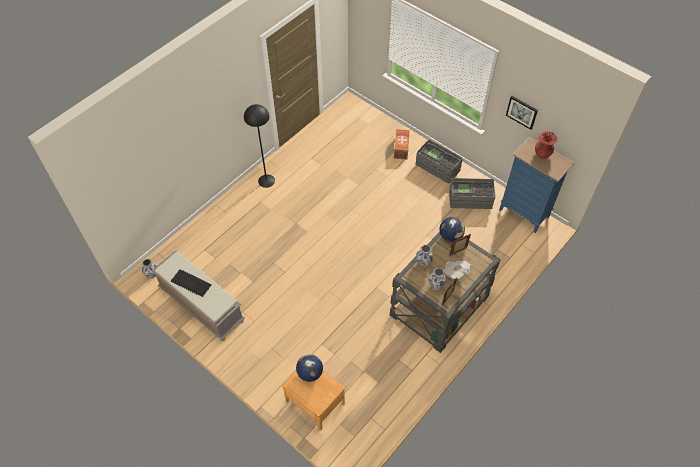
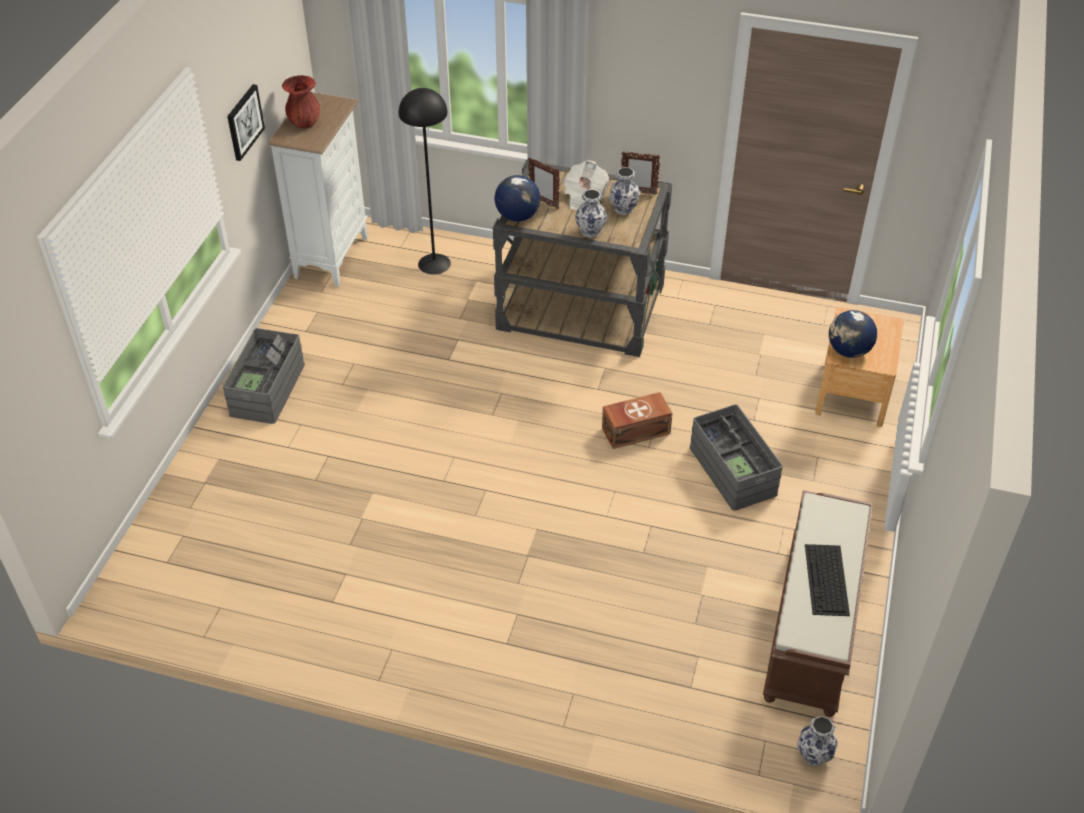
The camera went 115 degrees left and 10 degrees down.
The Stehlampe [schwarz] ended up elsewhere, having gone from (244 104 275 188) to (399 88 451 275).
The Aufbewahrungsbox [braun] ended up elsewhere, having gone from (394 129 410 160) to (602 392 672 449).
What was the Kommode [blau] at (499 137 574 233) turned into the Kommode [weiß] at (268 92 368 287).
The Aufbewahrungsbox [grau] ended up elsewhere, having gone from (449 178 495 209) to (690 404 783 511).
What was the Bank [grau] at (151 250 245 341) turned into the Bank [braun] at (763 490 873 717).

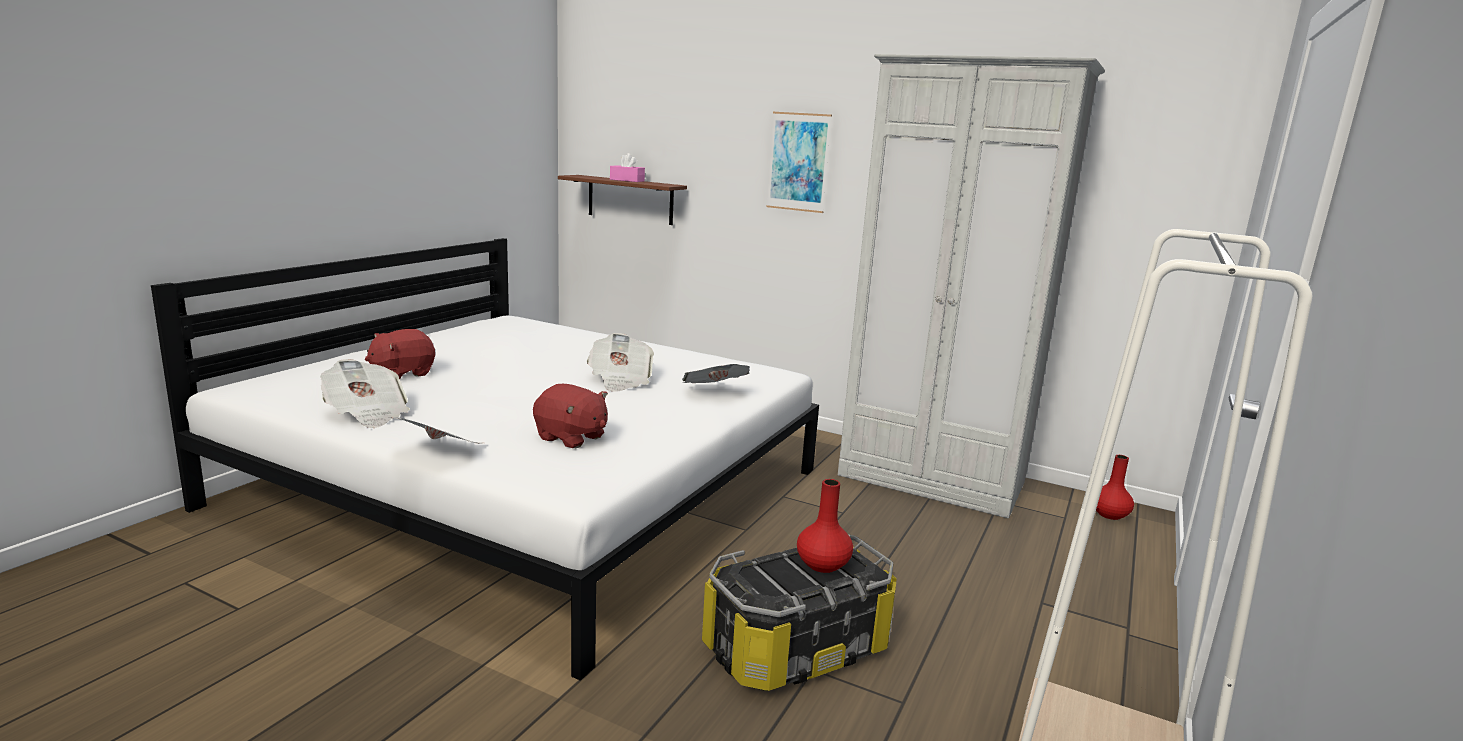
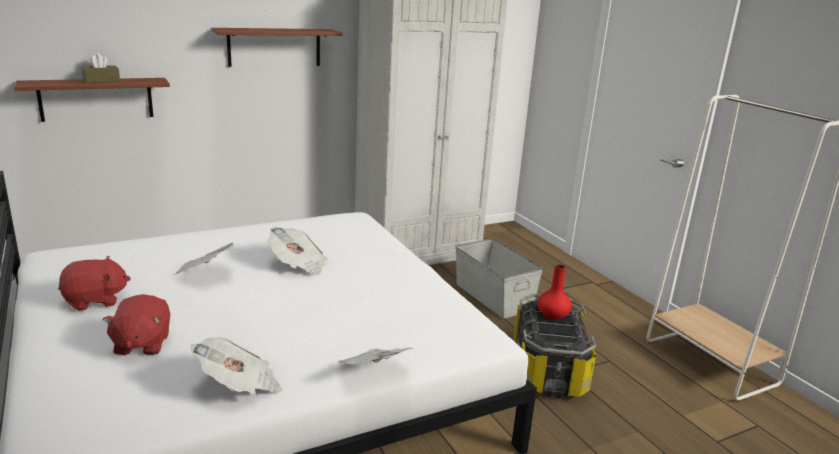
The camera went 55 degrees left and 5 degrees up.
Where the Bild hung at (767 112 832 213), the Wandregal [braun] came to hang at (212 28 343 67).
What was the Taschentuchbox [rosa] at (610 153 645 182) turned into the Taschentuchbox [braun] at (81 53 120 83).
The Zeitung ended up elsewhere, having gone from (682 364 750 383) to (174 242 234 275).
The Plüschtier [rot] ended up elsewhere, having gone from (533 384 608 448) to (58 256 131 311).
The second view lost the Vase [rot] at (1096 455 1134 520).
The second view gained the Aufbewahrungsbox [grau] at (455 239 543 319).

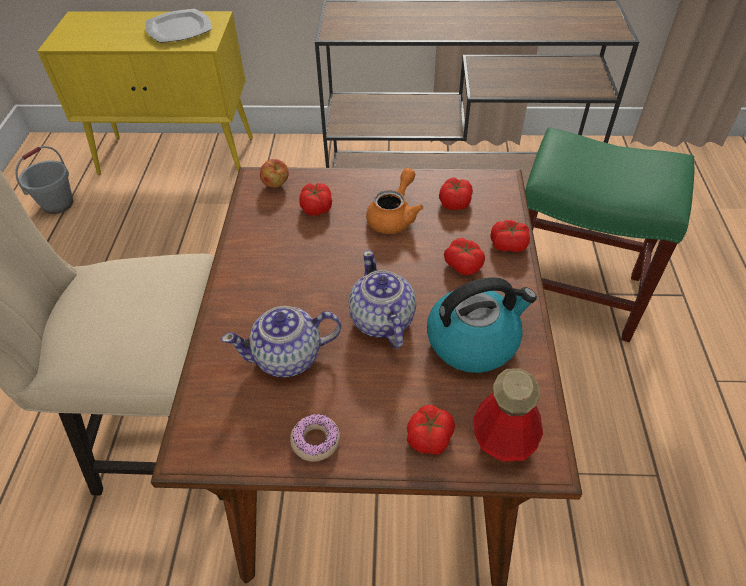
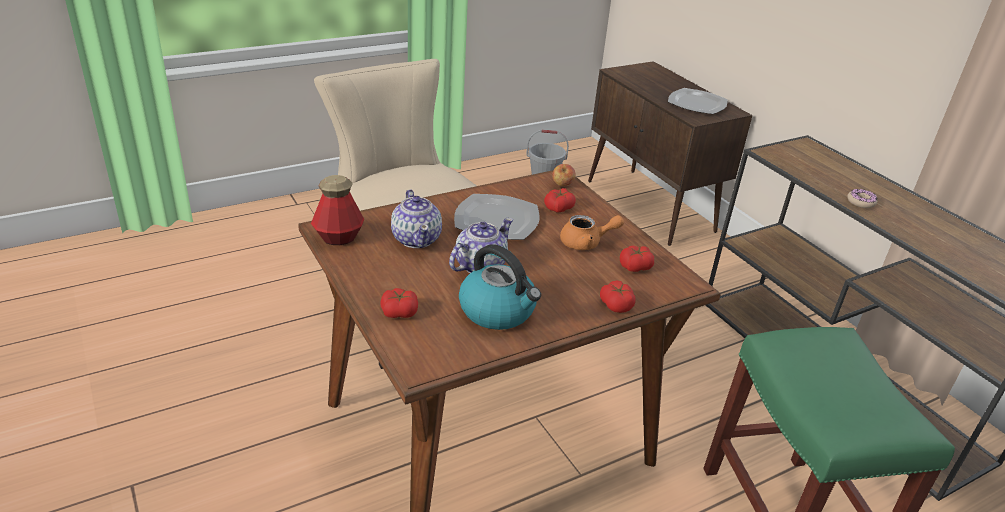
The camera went 55 degrees right and 15 degrees down.
What was the Schrank [gelb] at (37 11 253 175) turned into the Schrank [braun] at (588 61 752 246).
The second view lost the Tomate at (444 238 485 275).
The Teekanne at (221 306 342 378) ended up facing another way, 150 degrees counterclockwise from before.
The Flasche ended up elsewhere, having gone from (474 368 543 462) to (311 175 364 245).
The Donut ended up elsewhere, having gone from (290 414 340 462) to (847 189 878 208).
The second view gained the Teller at (454 194 539 240).

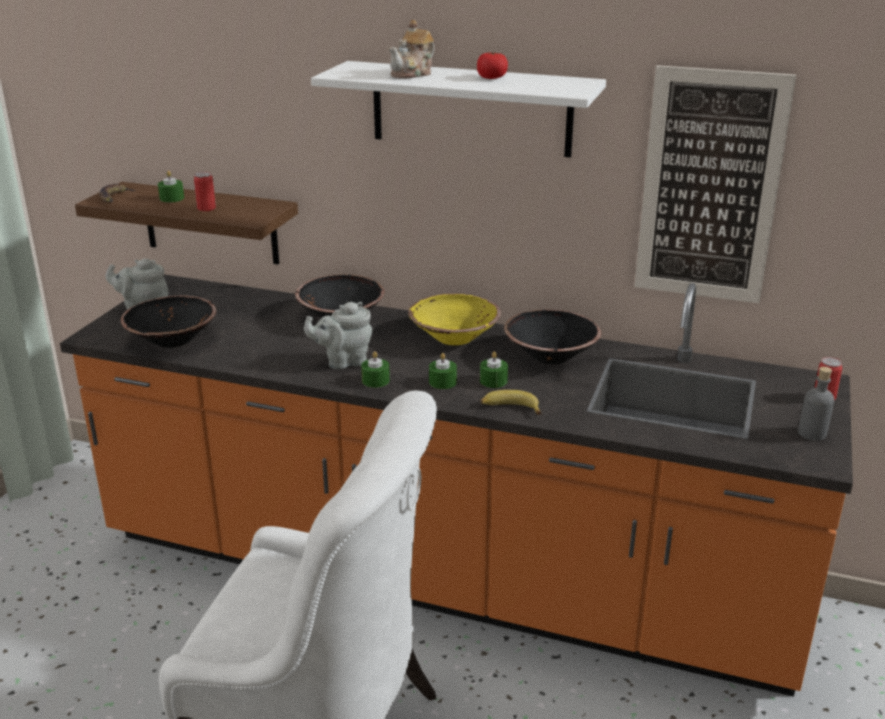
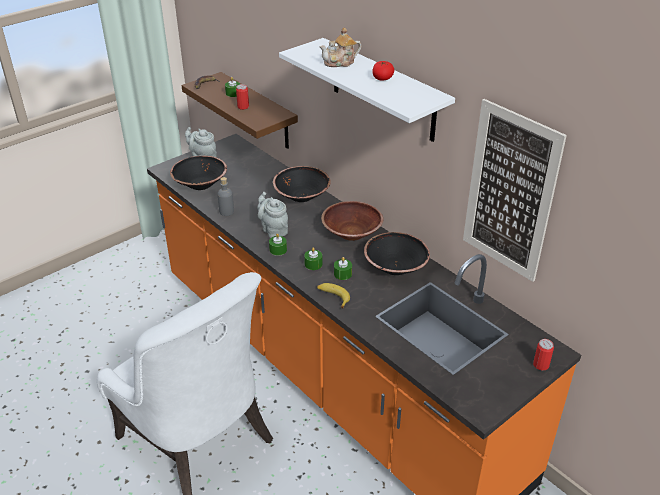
The camera went 30 degrees right and 10 degrees up.
What was the Schüssel [gelb] at (408 293 501 345) turned into the Schüssel [braun] at (321 201 384 241).
The Teekanne [grau] at (304 302 372 369) ended up facing another way, 45 degrees clockwise from before.
The Flasche [grau] ended up elsewhere, having gone from (798 367 834 441) to (218 177 234 216).

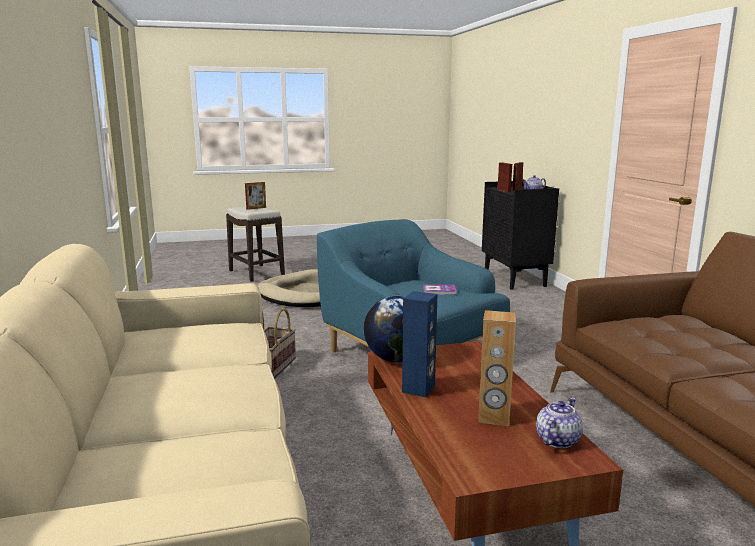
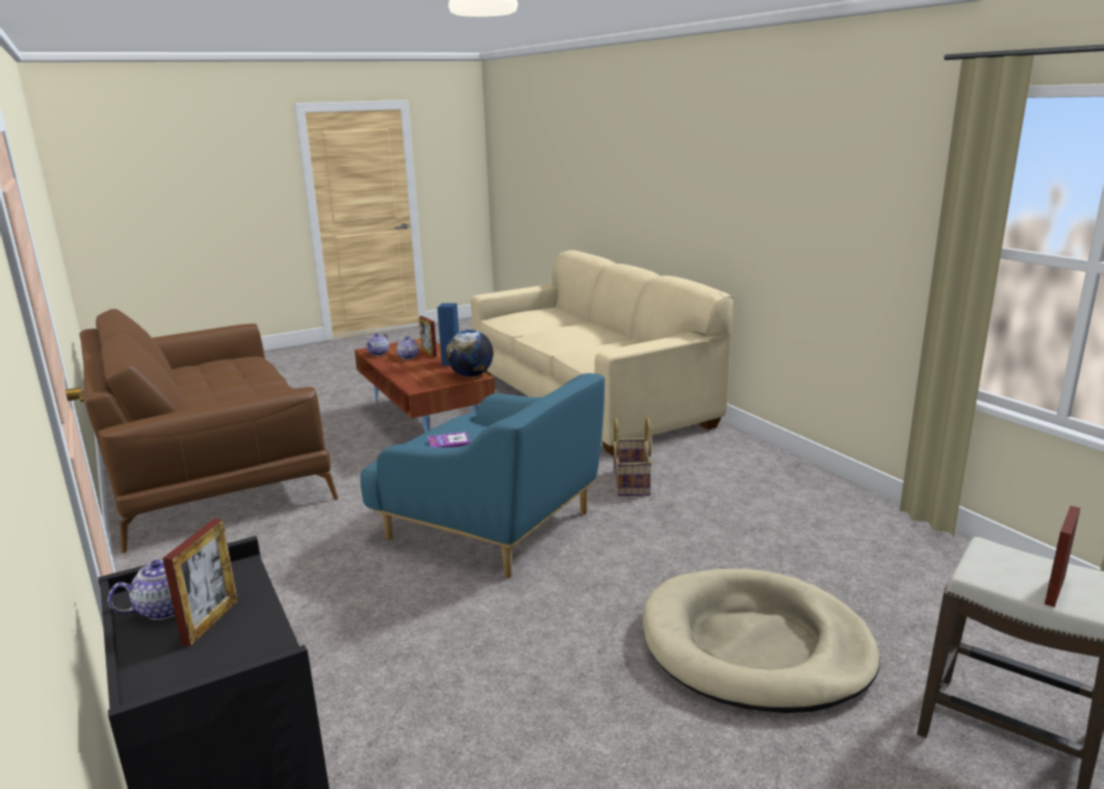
The camera went 165 degrees right and 5 degrees up.
The Bilderrahmen ended up elsewhere, having gone from (497 162 512 192) to (419 316 437 357).
Where the Lautsprecher [braun] stood at (478 310 516 426), the Teekanne came to stand at (397 336 419 359).

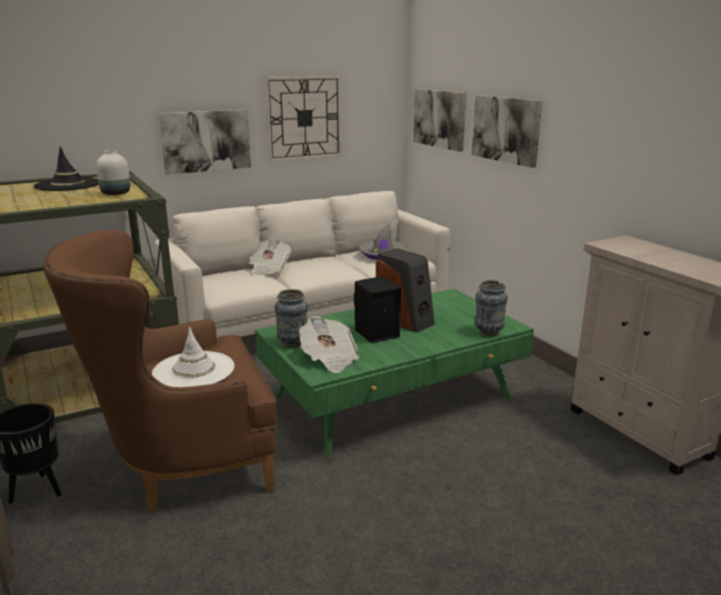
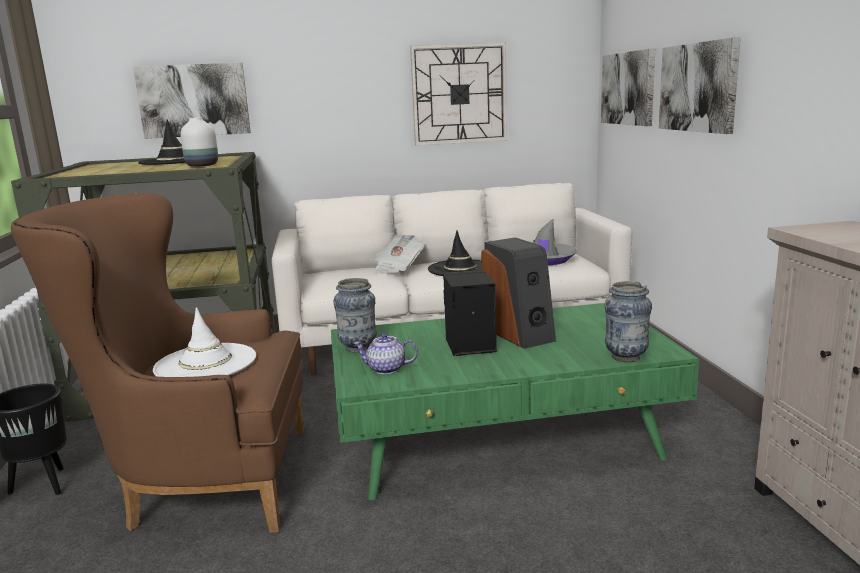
The camera went 20 degrees right and 5 degrees down.
The Bild ended up elsewhere, having gone from (159 109 251 175) to (133 63 251 139).
Where the Zeitung stood at (299 316 360 373), the Teekanne came to stand at (353 333 418 374).
The second view gained the Hut [schwarz] at (428 230 482 276).

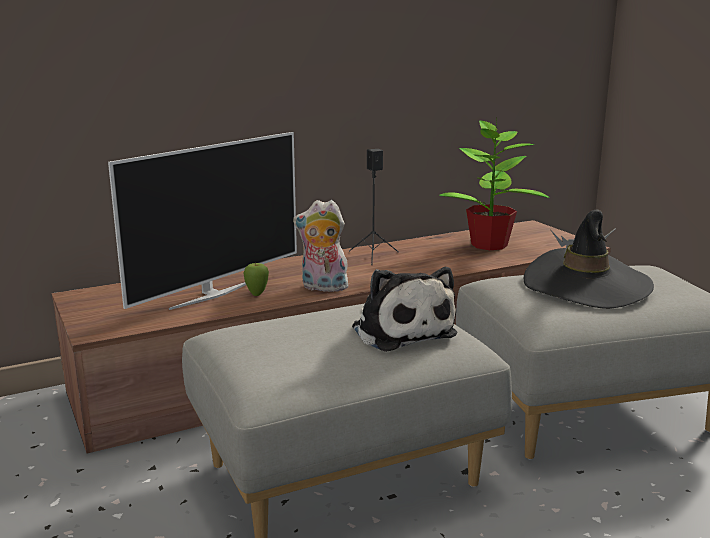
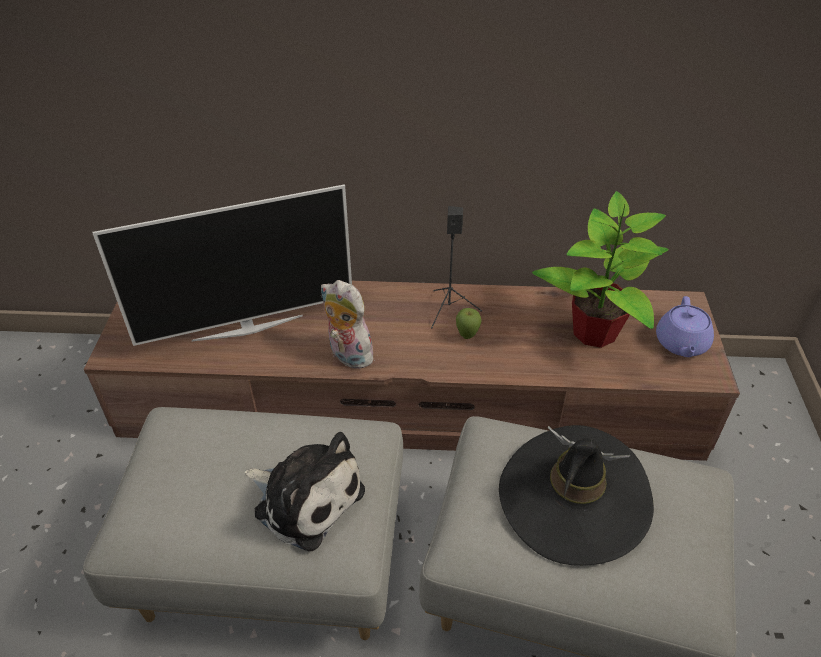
The camera went 30 degrees right and 25 degrees up.
The Apfel ended up elsewhere, having gone from (243 263 269 296) to (456 308 481 339).
The Plüschtier at (352 267 458 352) ended up facing another way, 60 degrees counterclockwise from before.
The second view gained the Teekanne [lila] at (656 296 714 357).

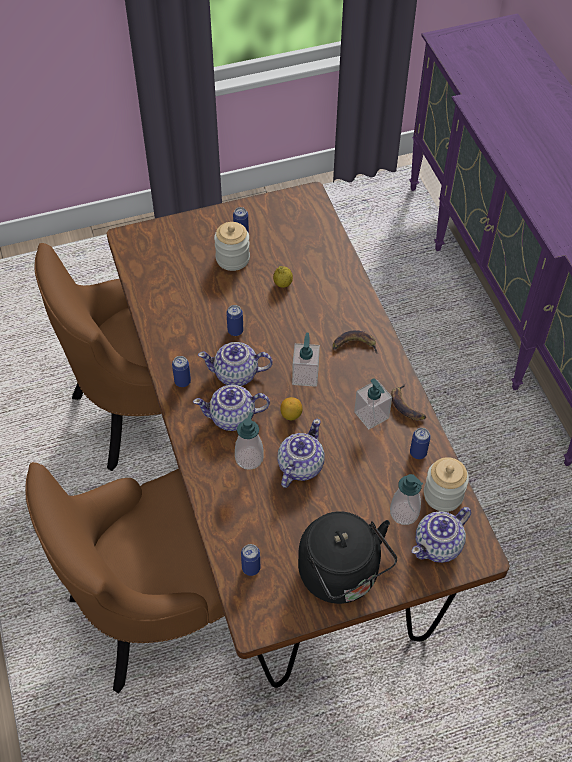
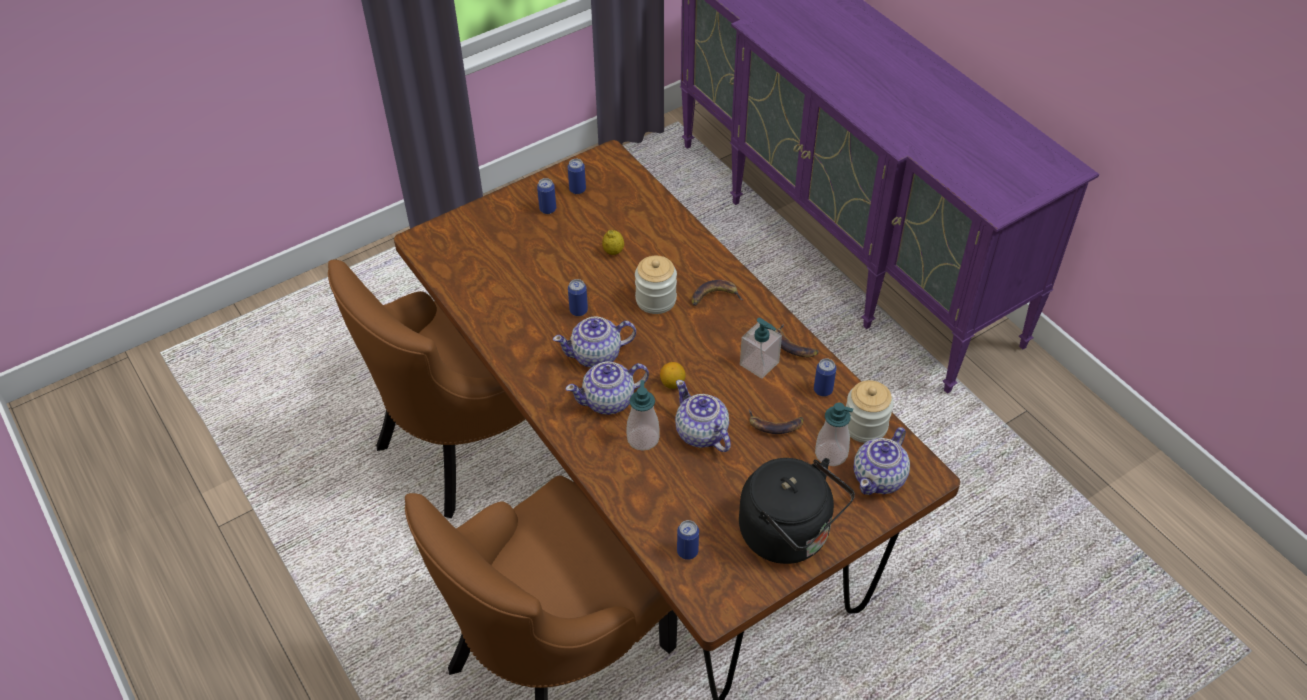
The camera went 15 degrees left and 5 degrees down.
The Vorratsglas ended up elsewhere, having gone from (214 222 250 271) to (635 256 677 314).
The second view lost the Seifenspender at (292 333 320 387).
The Dose ended up elsewhere, having gone from (172 356 191 387) to (568 159 586 194).
The Teekanne at (277 419 325 488) ended up facing another way, 45 degrees counterclockwise from before.
The second view gained the Banane at (749 410 804 434).

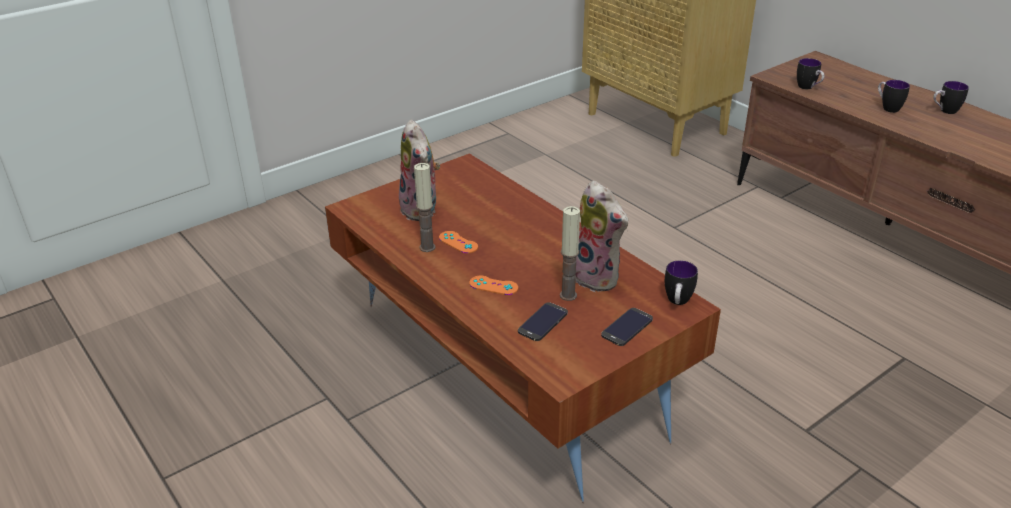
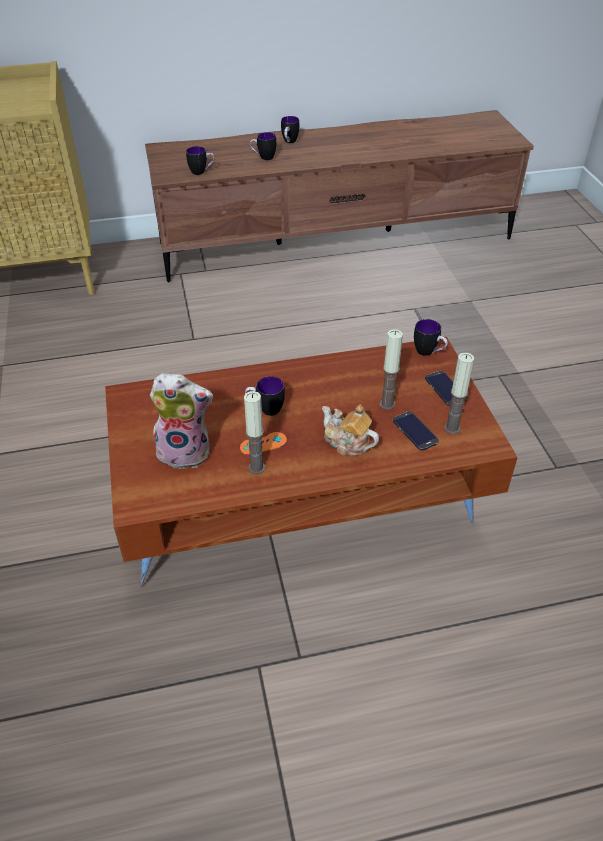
The camera went 65 degrees left and 10 degrees up.
The second view lost the Plüschtier at (575 181 628 292).
Where the Gamepad [orange] stood at (470 276 518 295), the Teekanne came to stand at (322 405 379 456).
The second view gained the Kerze at (444 353 474 434).
The second view gained the Henkelbecher at (245 376 285 416).

